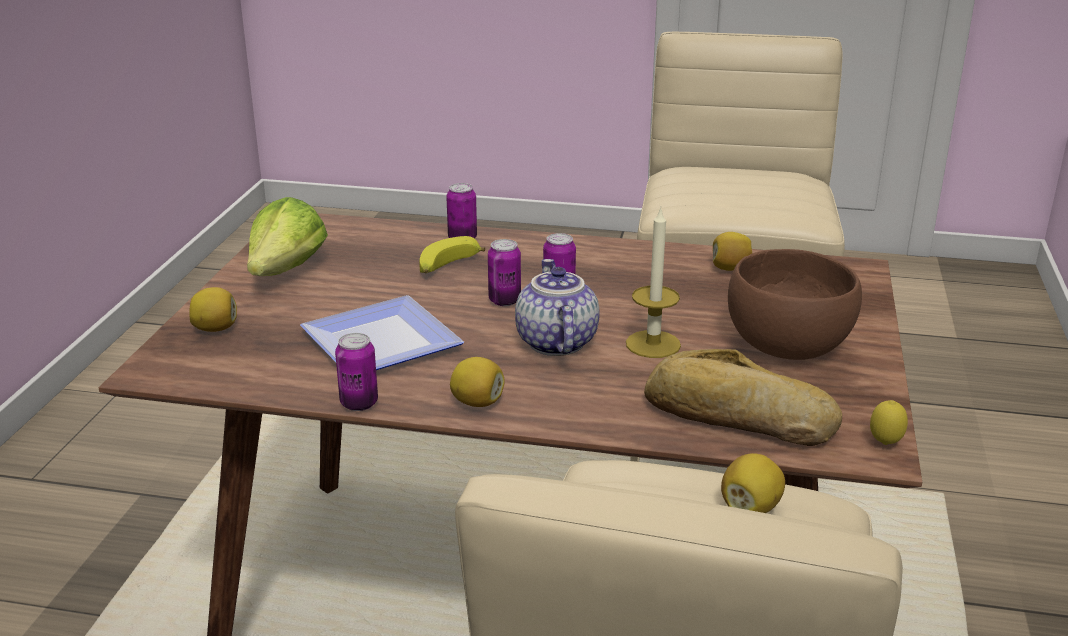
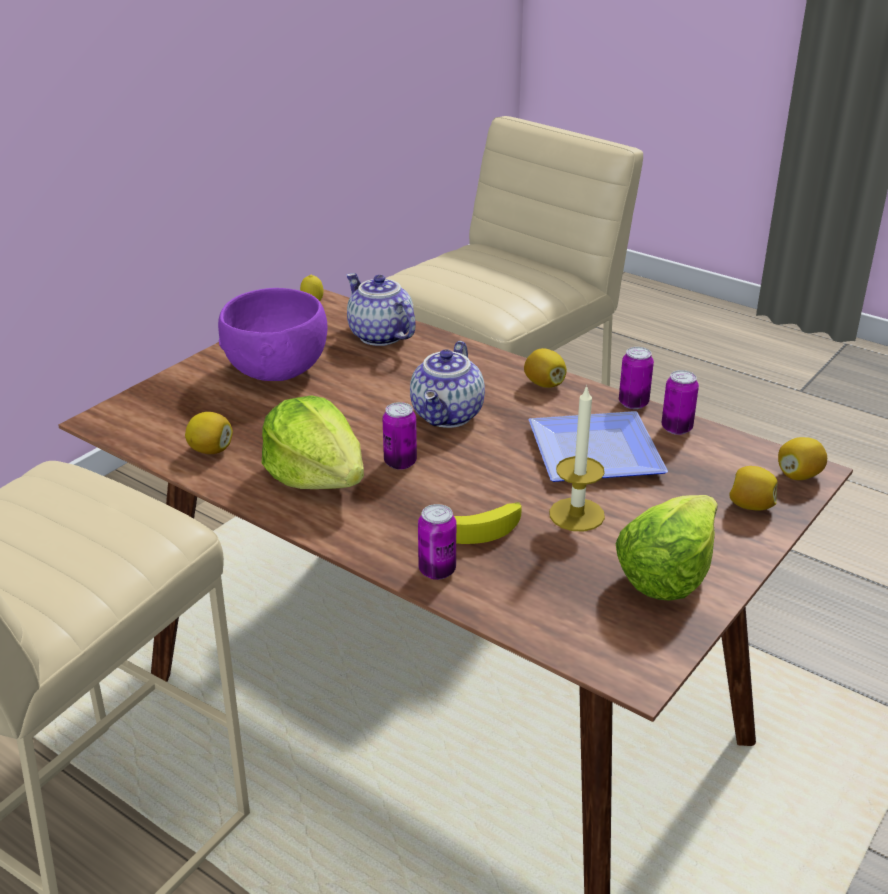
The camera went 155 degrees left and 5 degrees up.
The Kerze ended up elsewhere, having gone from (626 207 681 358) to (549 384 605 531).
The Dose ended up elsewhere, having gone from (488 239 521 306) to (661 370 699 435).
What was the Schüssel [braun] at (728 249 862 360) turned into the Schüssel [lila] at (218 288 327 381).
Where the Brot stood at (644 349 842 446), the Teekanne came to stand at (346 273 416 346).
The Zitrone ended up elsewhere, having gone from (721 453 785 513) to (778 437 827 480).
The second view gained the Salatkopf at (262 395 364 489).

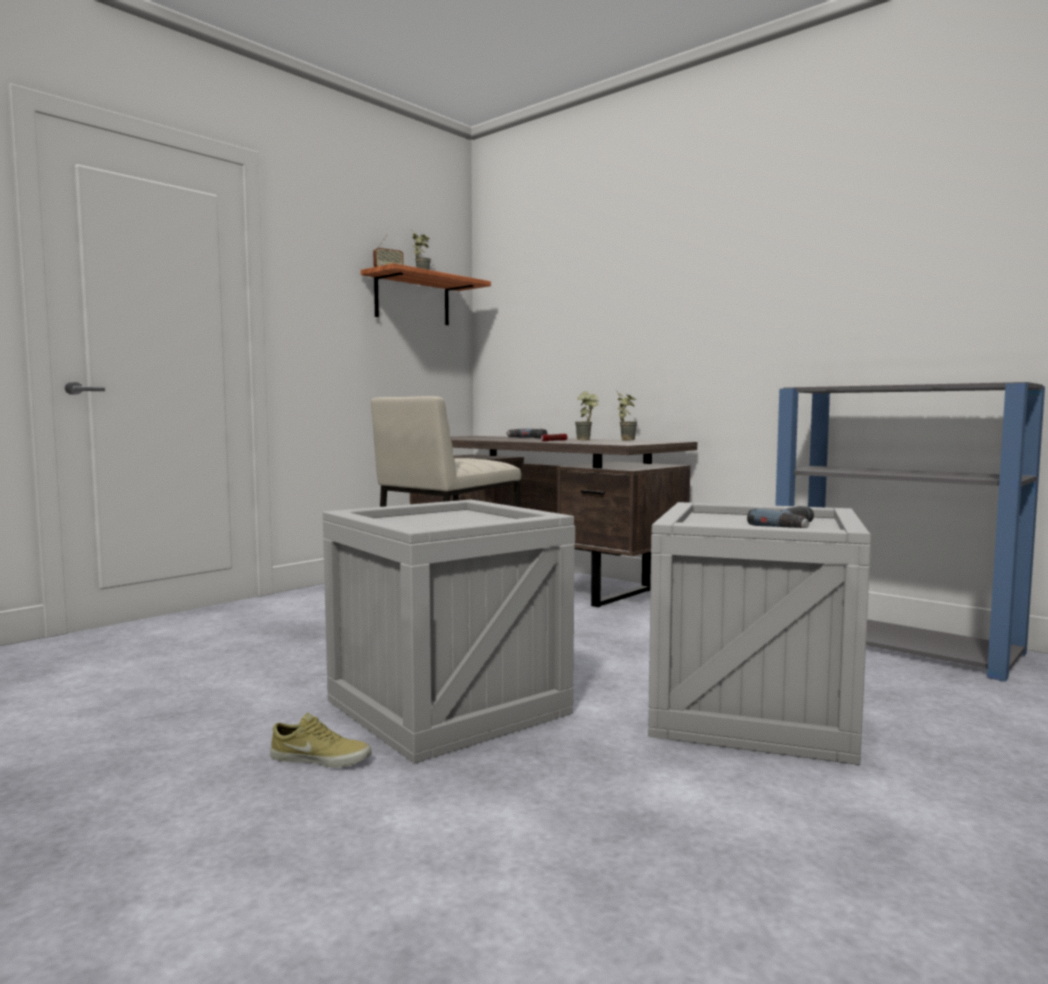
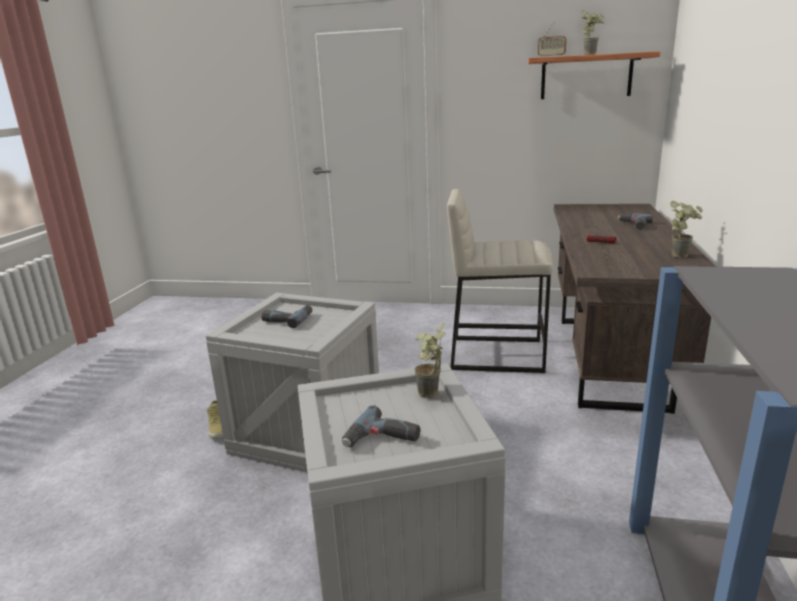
The camera went 60 degrees right and 15 degrees up.
The Topfpflanze ended up elsewhere, having gone from (575 391 598 440) to (414 323 446 398).
The second view gained the Bohrmaschine at (261 305 312 328).

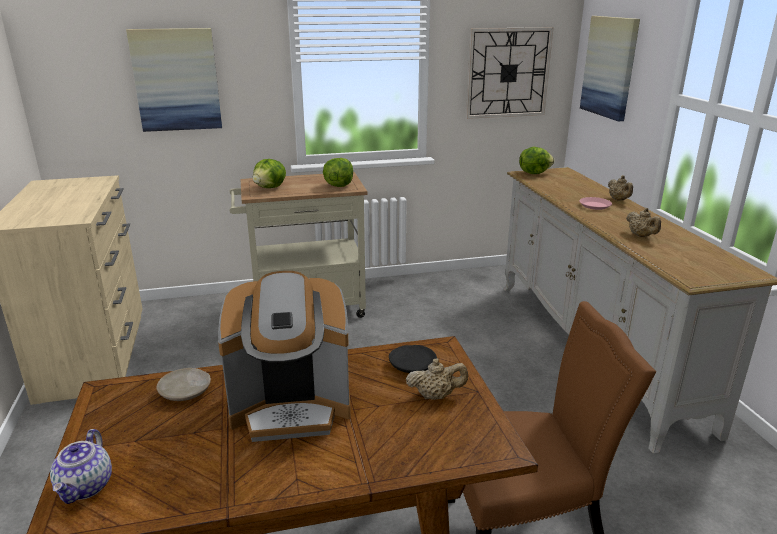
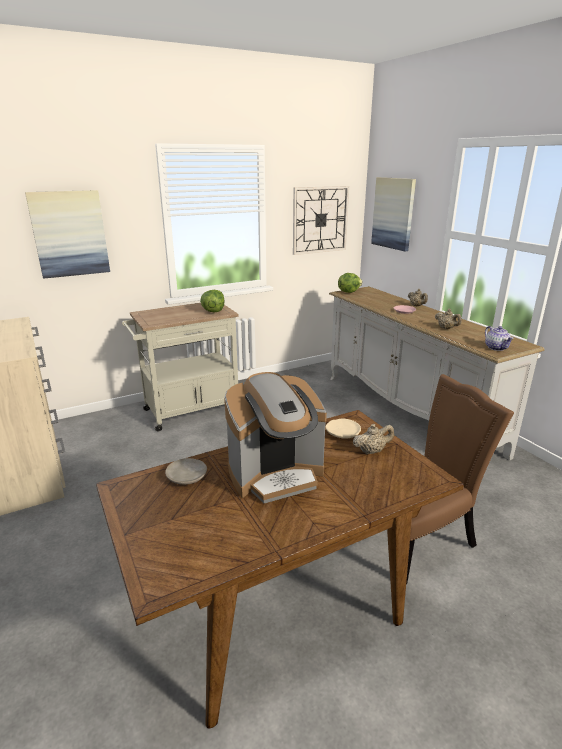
The camera went 15 degrees left and 0 degrees up.
The second view lost the Salatkopf at (253 159 286 188).
What was the Teller [schwarz] at (389 345 437 373) turned into the Teller [beige] at (326 418 361 439).
The Teekanne ended up elsewhere, having gone from (50 429 112 504) to (485 326 514 351).

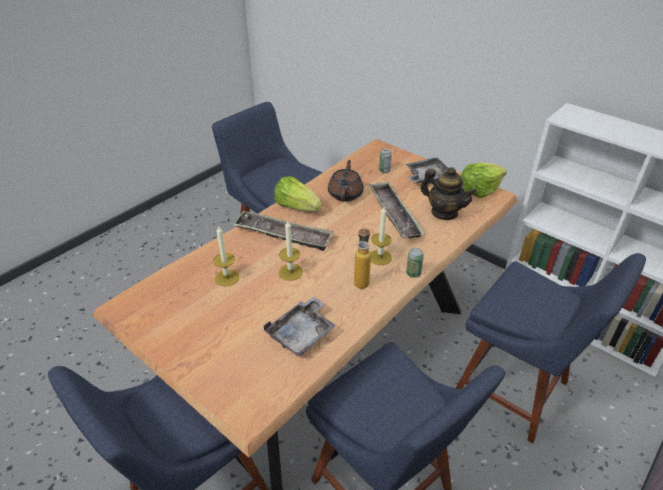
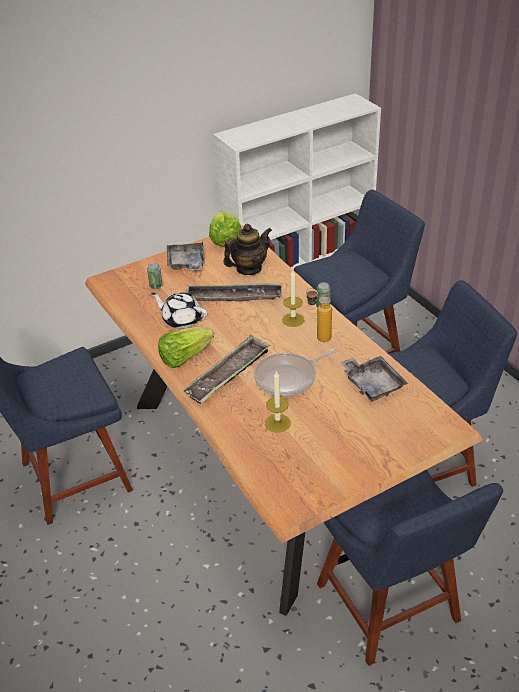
The camera went 70 degrees left and 0 degrees up.
What was the Teekanne [braun] at (328 160 364 201) turned into the Teekanne [weiß] at (151 293 207 329).
Where the Kerze stood at (279 220 303 281), the Pfanne came to stand at (254 349 338 397).

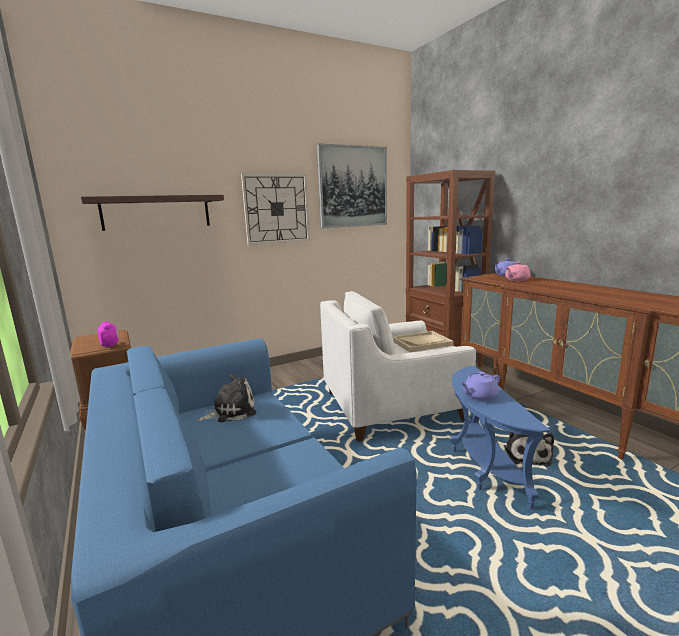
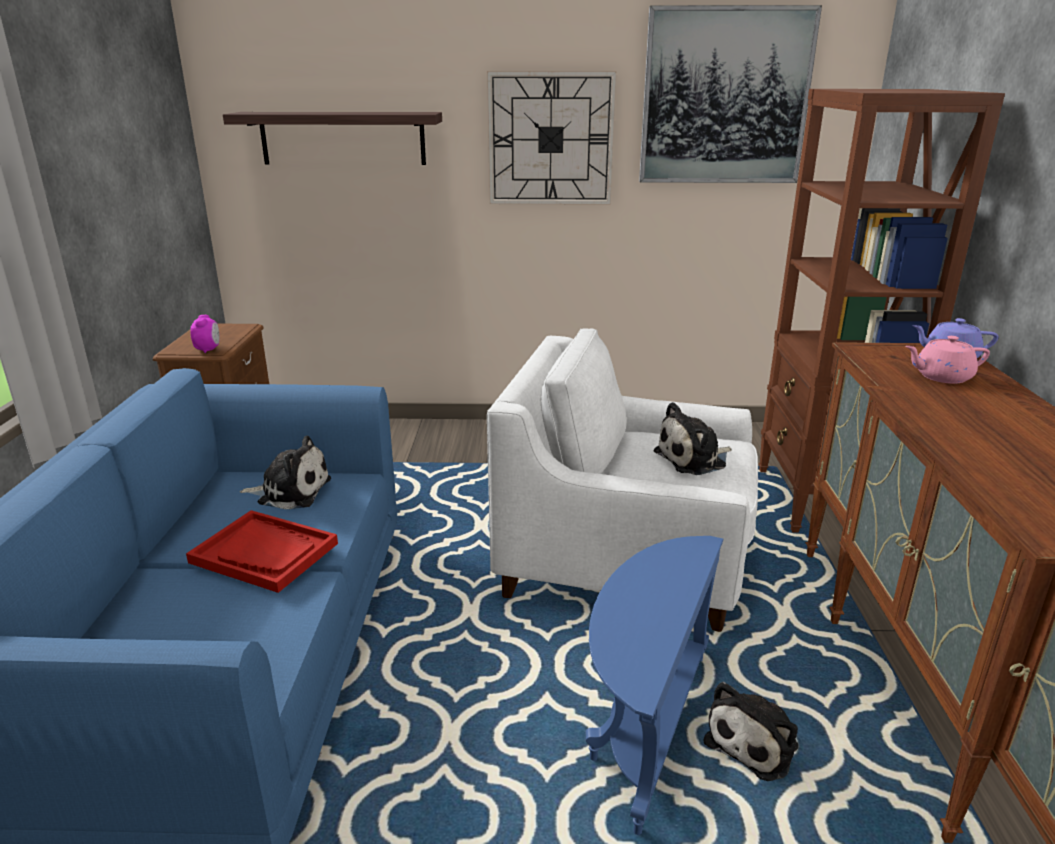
The camera went 30 degrees right and 10 degrees up.
Where the Tablett [beige] stood at (393 331 453 352), the Plüschtier came to stand at (654 402 732 475).
The second view lost the Teekanne [lila] at (460 372 500 401).
The second view gained the Tablett [rot] at (186 510 338 593).

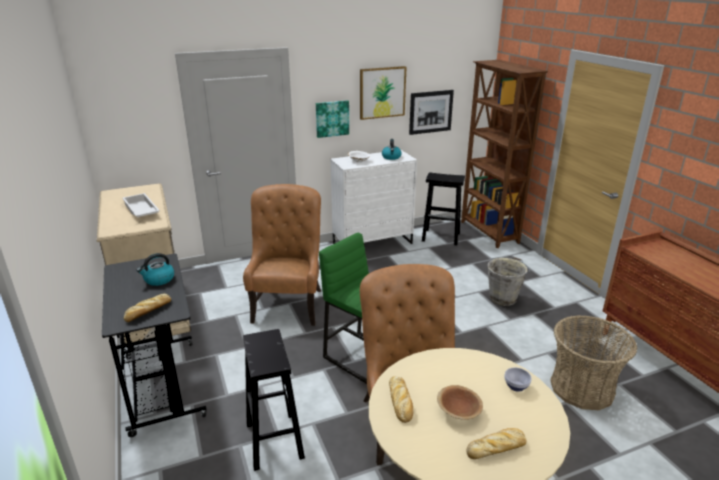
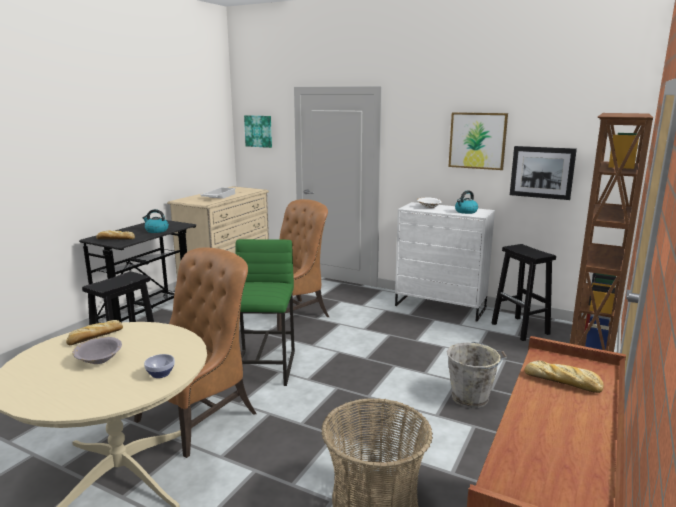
The camera went 50 degrees right and 10 degrees down.
The Bild ended up elsewhere, having gone from (316 100 349 138) to (244 115 272 148).
What was the Schüssel [braun] at (437 385 483 420) turned into the Schüssel [grau] at (72 337 122 364).
The Brot ended up elsewhere, having gone from (466 428 526 459) to (524 360 604 393).

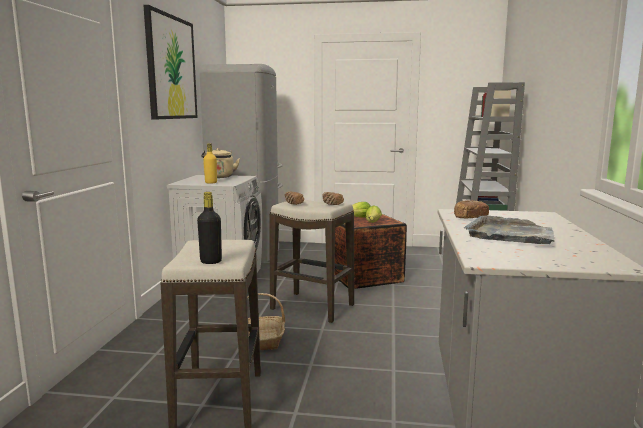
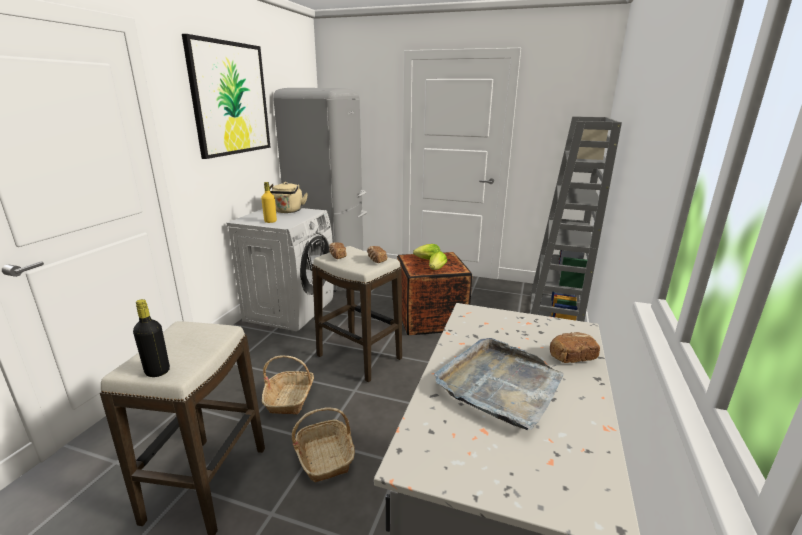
The camera went 10 degrees right and 10 degrees up.
The Brot ended up elsewhere, having gone from (454 200 489 219) to (550 332 600 363).
The second view gained the Korb at (292 407 355 483).

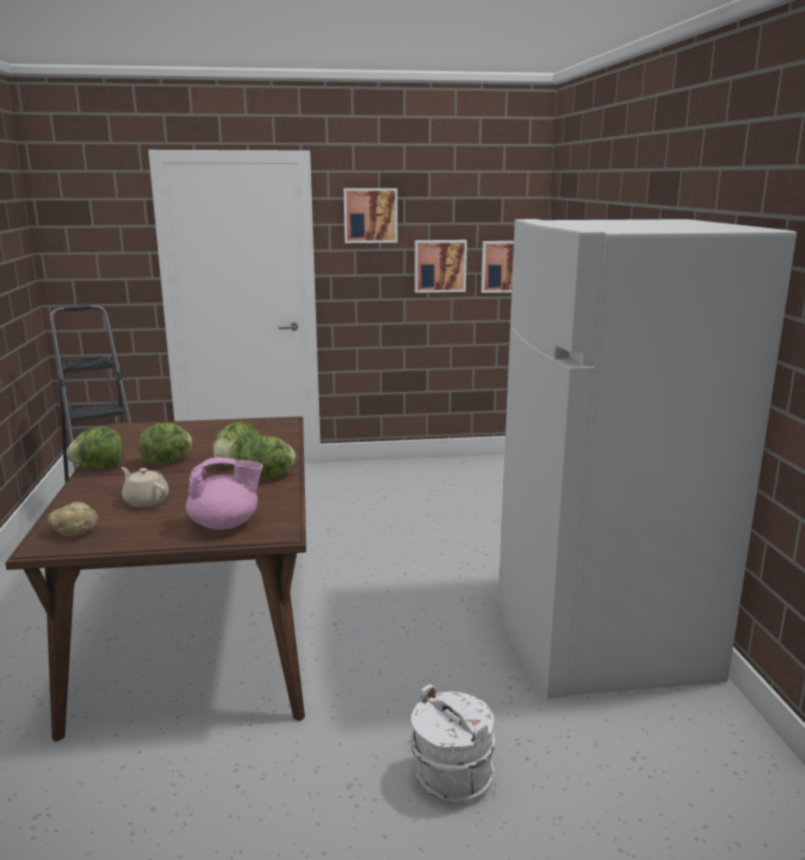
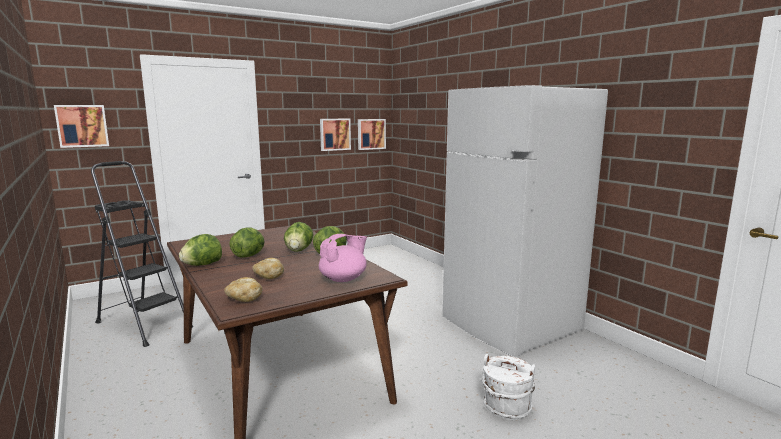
The camera went 25 degrees left and 5 degrees down.
The Bild ended up elsewhere, having gone from (344 188 398 243) to (54 105 109 148).
Where the Teekanne [beige] stood at (122 467 169 507), the Brot came to stand at (252 258 284 279).

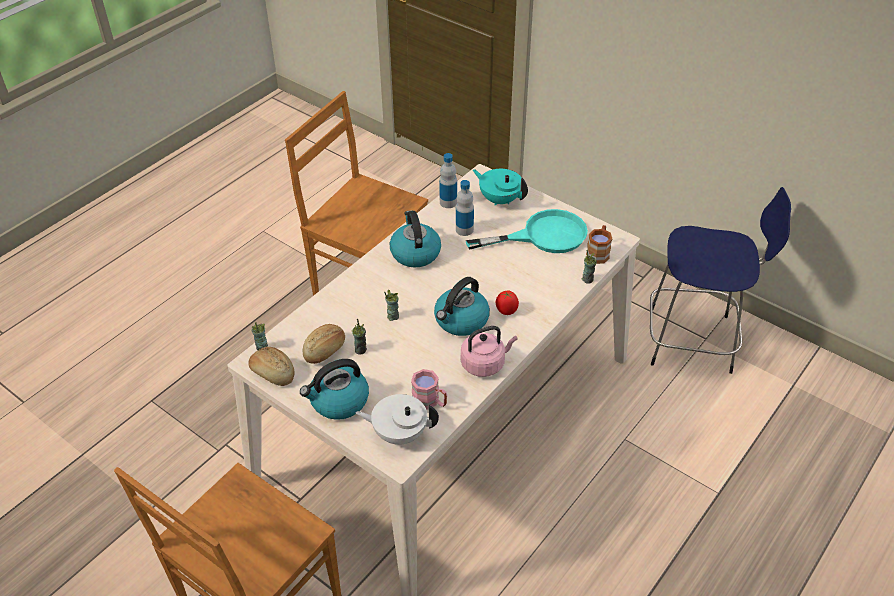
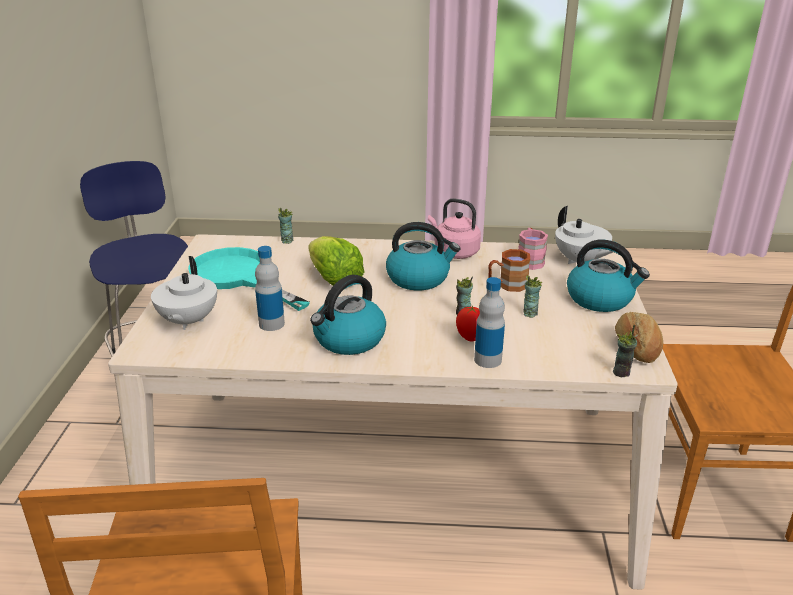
The camera went 125 degrees left and 15 degrees down.
The Flasche ended up elsewhere, having gone from (439 153 457 208) to (474 277 505 368).
What was the Teekanne [türkis] at (473 169 528 206) turned into the Teekanne [weiß] at (151 256 217 330).
The Henkelbecher [braun] ended up elsewhere, having gone from (586 225 612 264) to (488 249 530 292).
The Tomate ended up elsewhere, having gone from (496 290 519 315) to (456 306 480 342).
The second view lost the Brot at (303 324 345 364).
The second view gained the Salatkopf at (308 236 364 286).

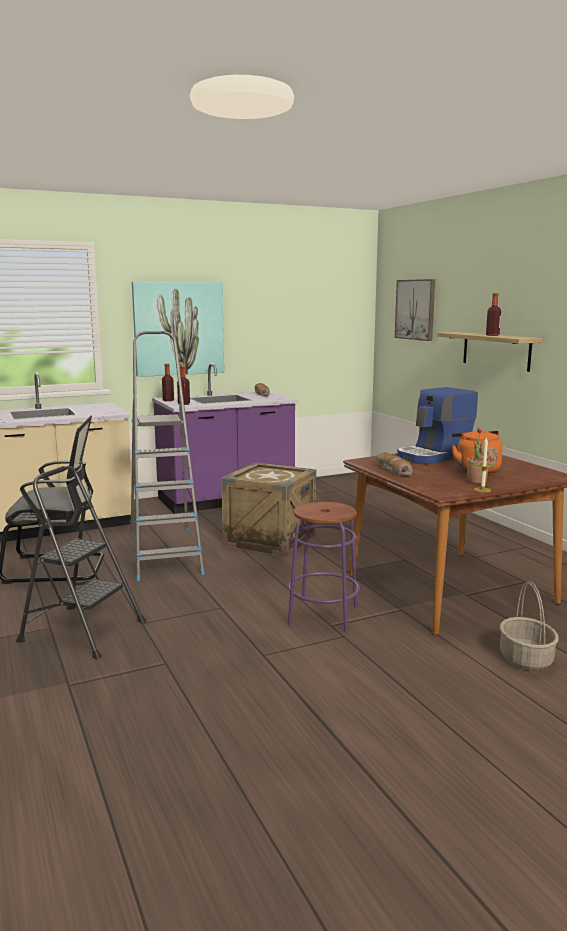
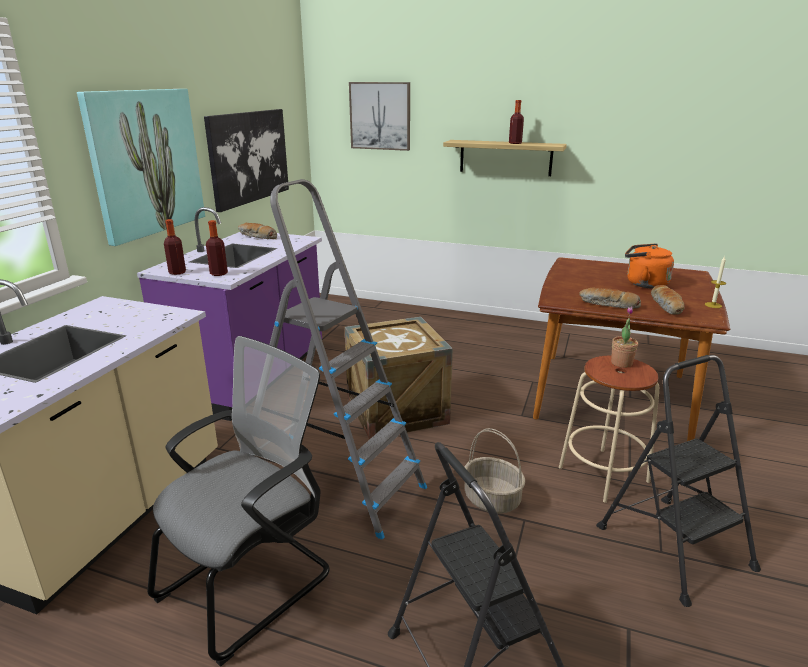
The camera went 45 degrees left and 10 degrees up.
The second view lost the Kaffeemaschine at (397 387 478 464).
The Topfpflanze ended up elsewhere, having gone from (467 426 490 483) to (611 306 638 368).
What was the Hocker [lila] at (288 502 360 632) turned into the Hocker [beige] at (559 356 659 503).
The Korb ended up elsewhere, having gone from (499 581 559 671) to (464 428 525 514).
The second view gained the Bild at (204 109 289 212).
The second view gained the Brot at (651 285 685 315).
The second view gained the Trittleiter [schwarz] at (596 355 761 607).

